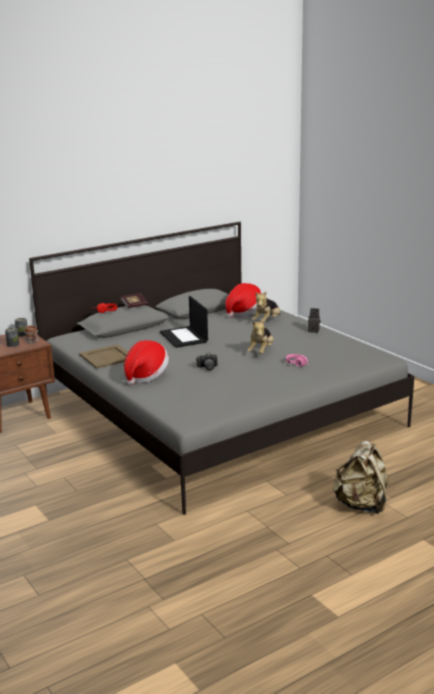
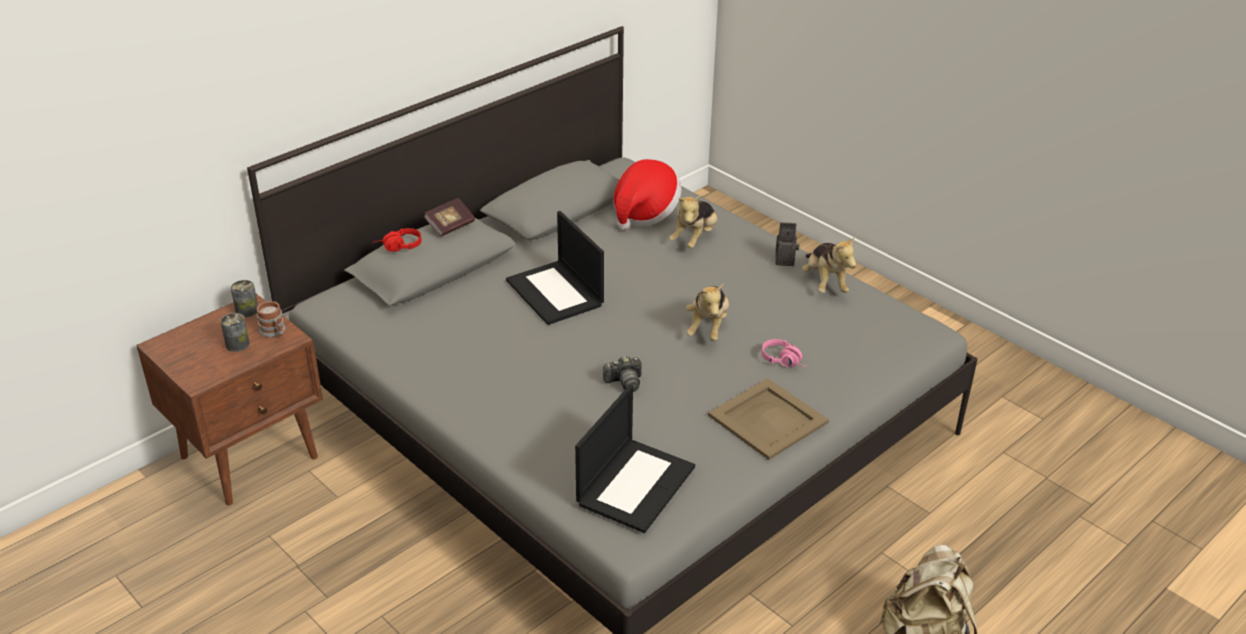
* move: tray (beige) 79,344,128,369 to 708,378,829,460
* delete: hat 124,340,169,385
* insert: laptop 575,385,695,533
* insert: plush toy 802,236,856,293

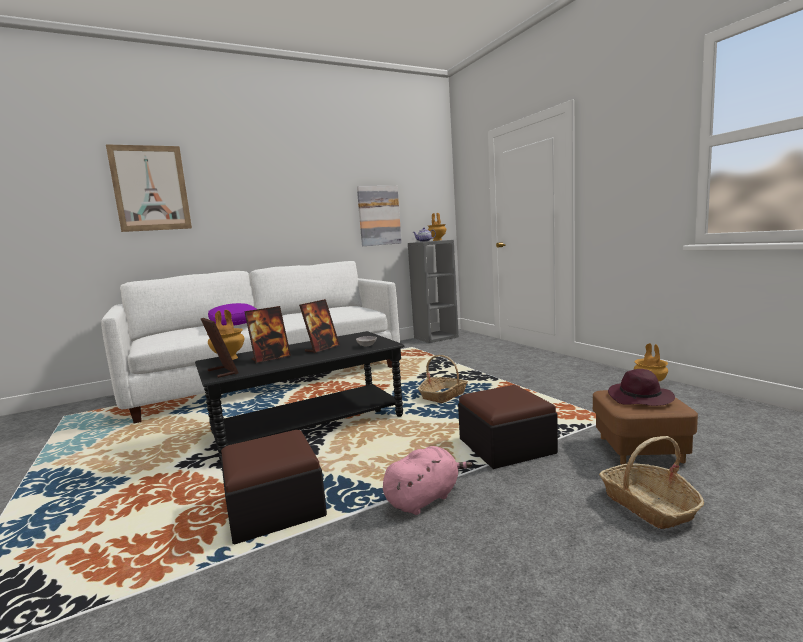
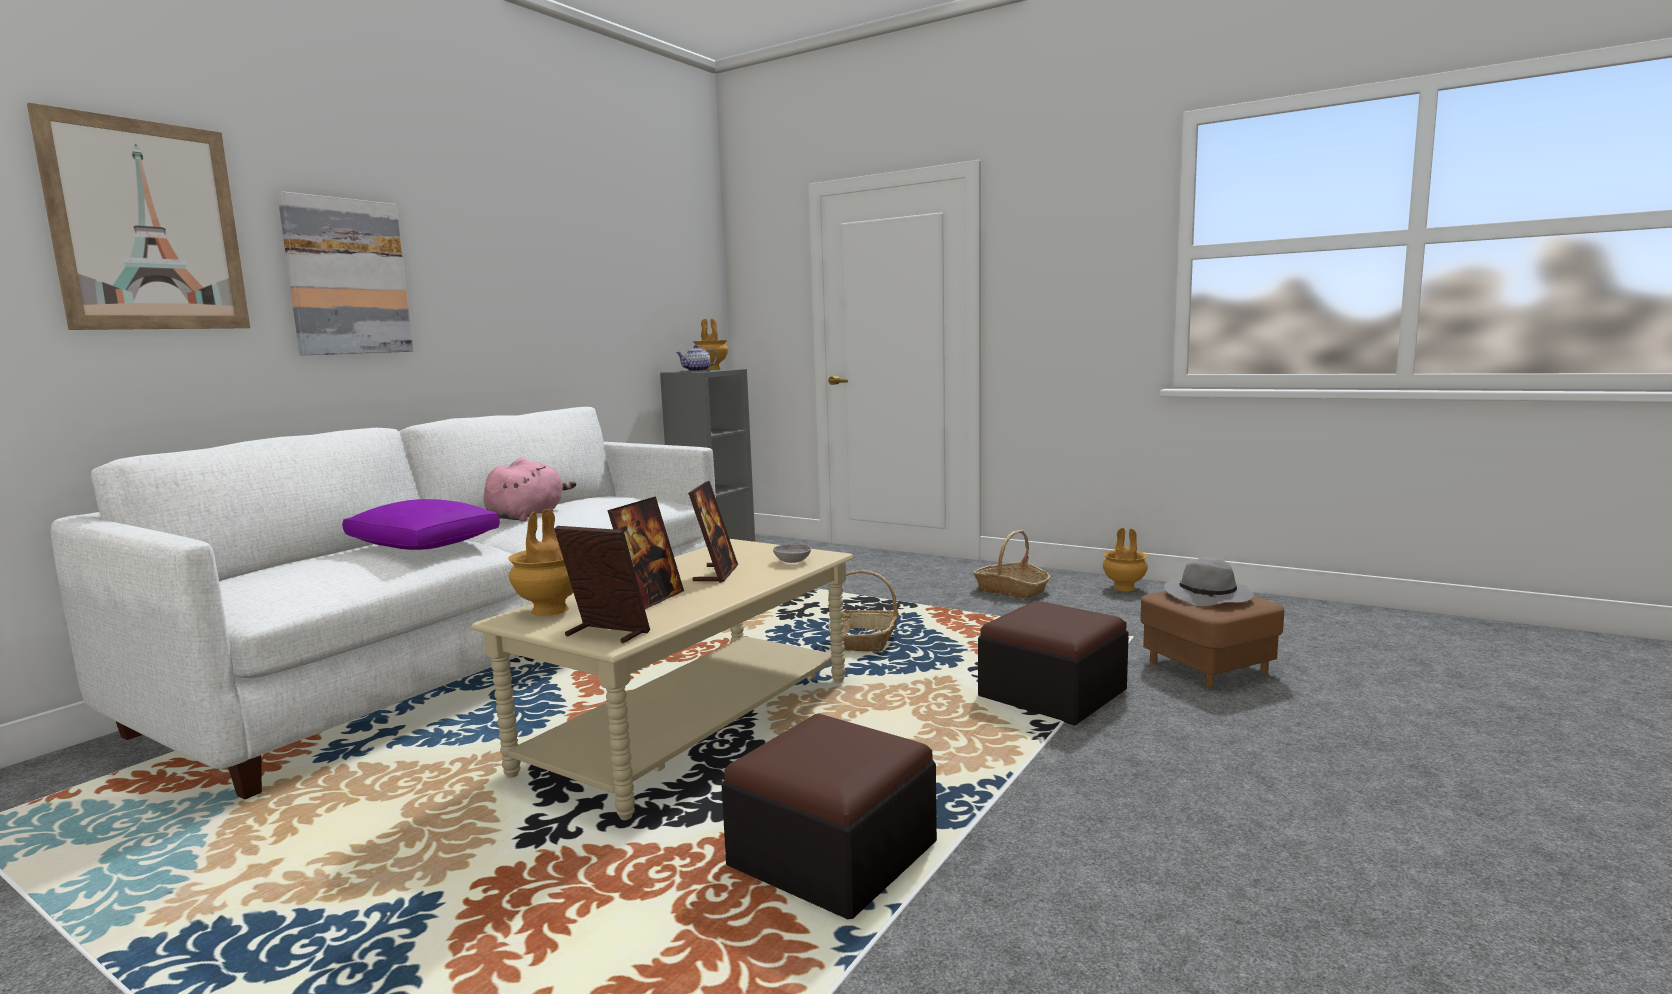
* recolor: coffee table (black) 195,331,404,462 to coffee table (beige) 471,539,853,820
* move: picture 357,186,402,246 to 277,191,413,356
* move: plush toy (pink) 383,446,472,515 to 483,458,576,522
* move: basket 599,436,704,529 to 973,530,1051,599
* recolor: hat (purple) 608,369,675,406 to hat (grey) 1164,557,1254,607

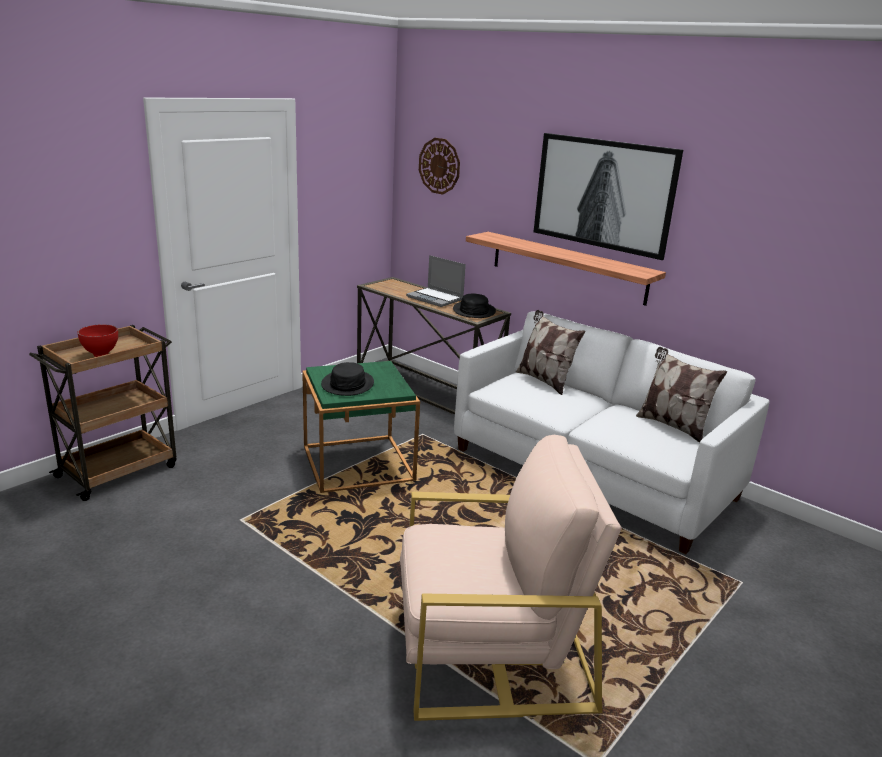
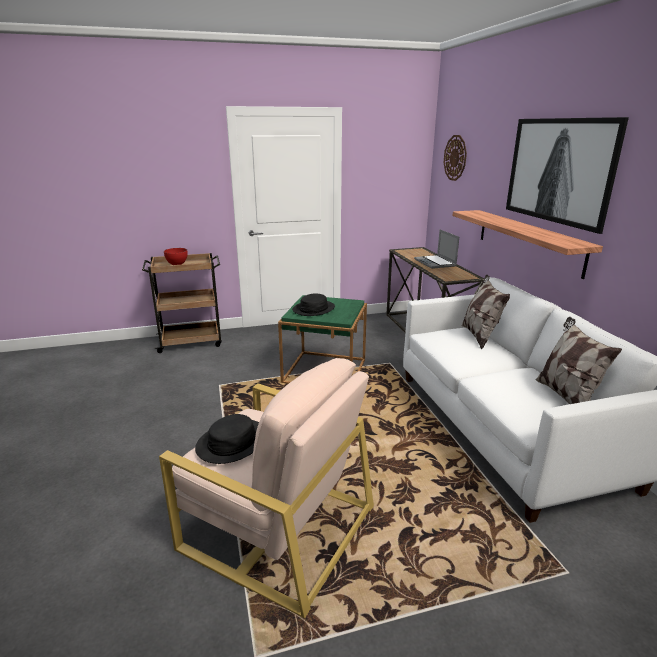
* move: hat (black) 453,294,496,318 to 195,414,259,464

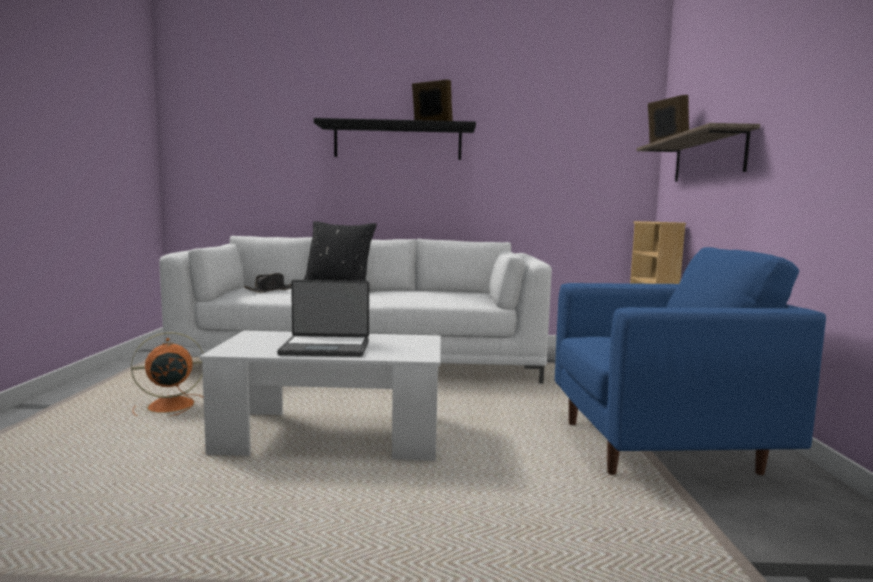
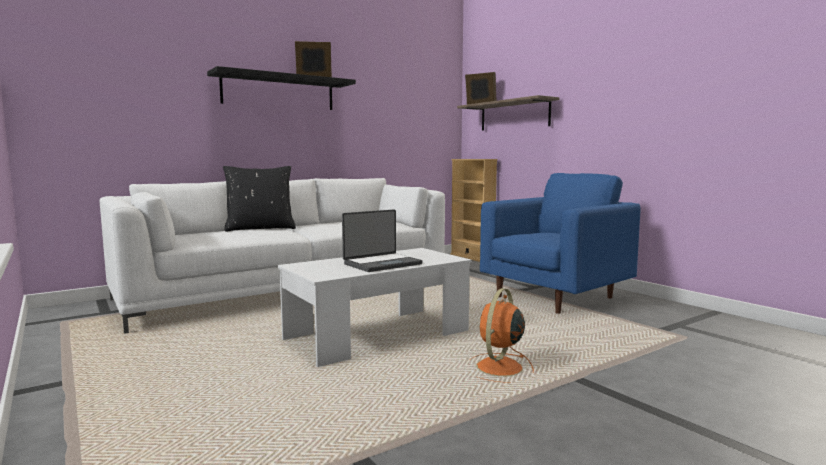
* move: fan (orange) 131,332,204,416 to 470,288,534,383
* delete: hat (black) 244,273,291,293

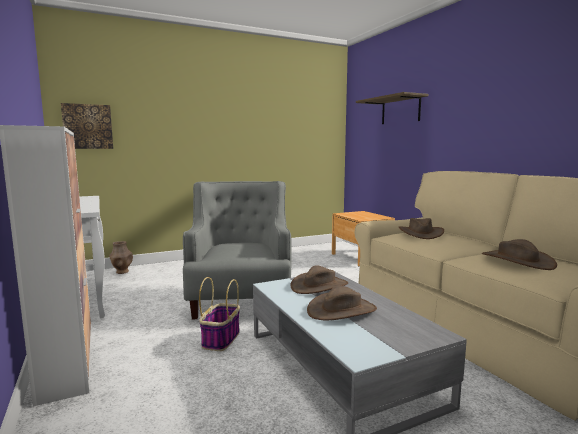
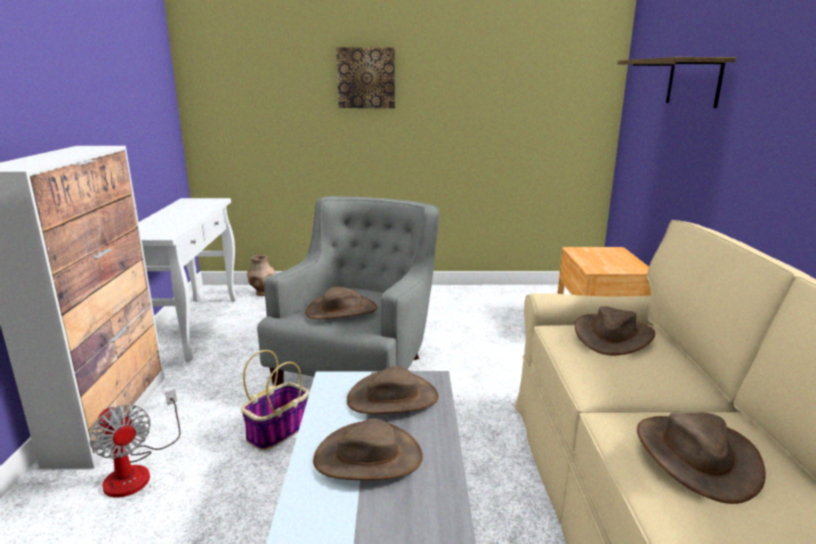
* move: picture 61,103,113,149 to 336,47,395,108
* insert: fan 89,389,181,498
* insert: hat (brown) 305,287,378,319

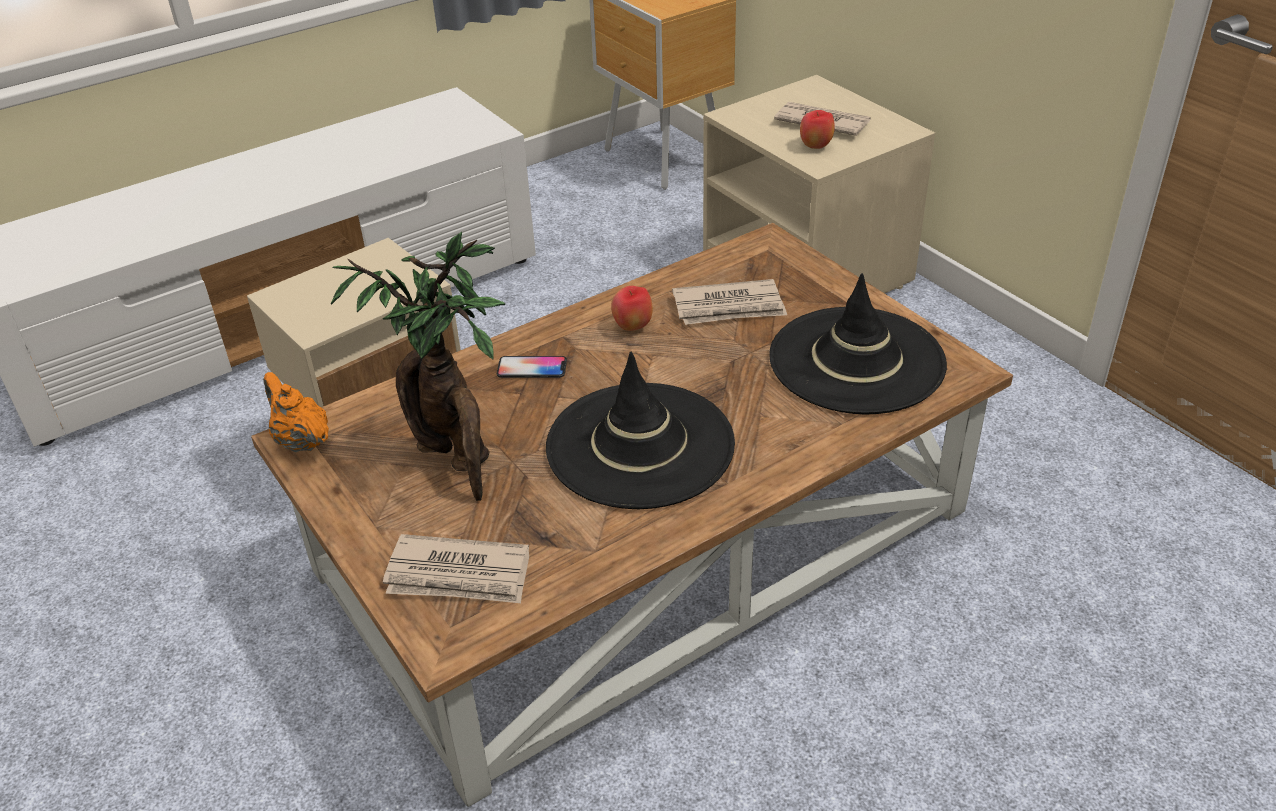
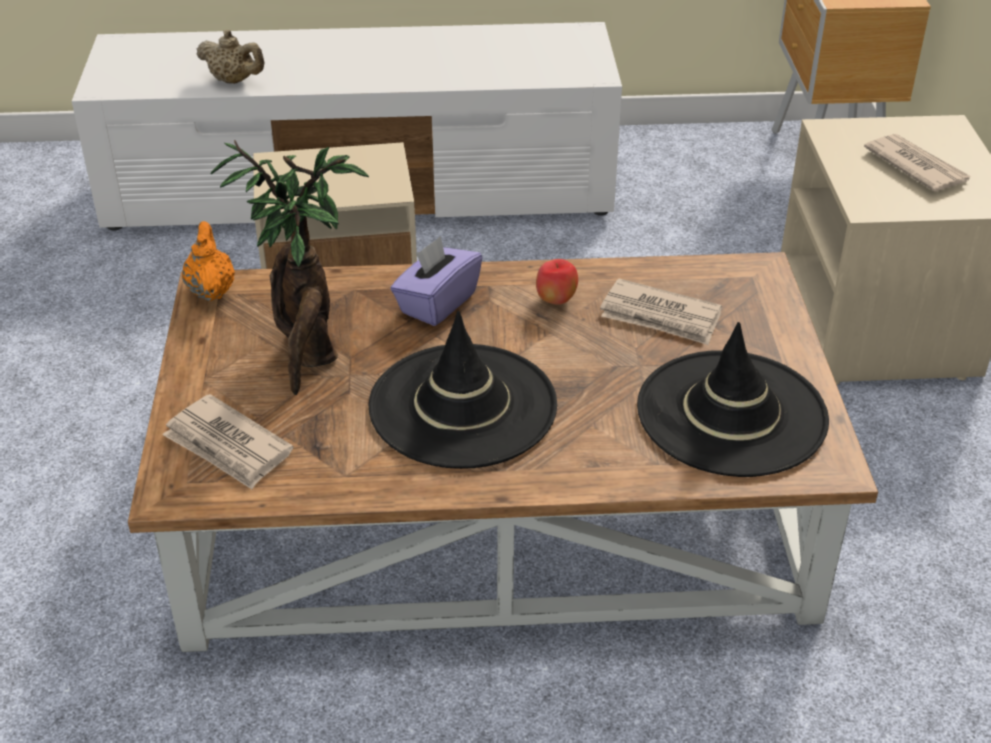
* replace: phone 497,356,567,378 to tissue box (purple) 390,236,482,326
* delete: apple 800,110,835,149
* insert: teapot (beige) 196,30,264,84

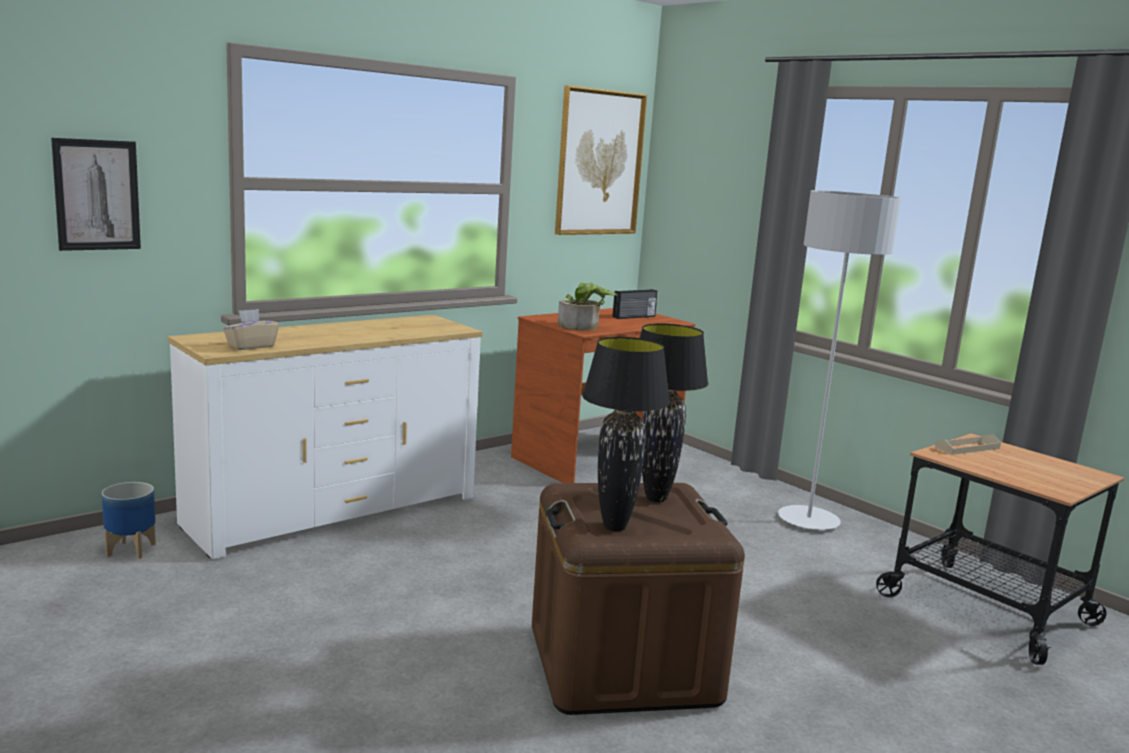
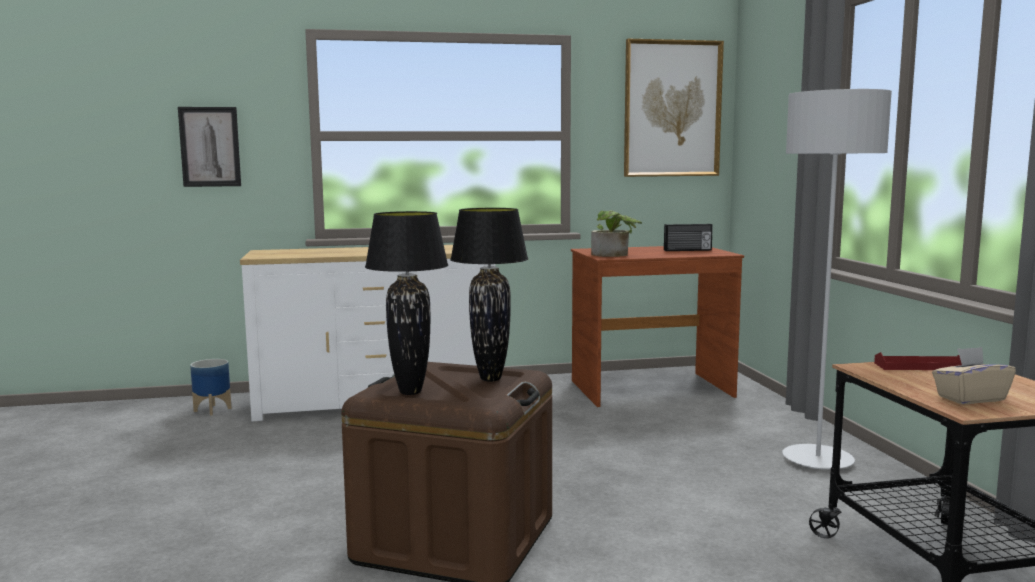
* move: tissue box (beige) 223,309,279,350 to 932,347,1016,404
* recolor: tray (beige) 935,434,1001,455 to tray (red) 874,352,962,370

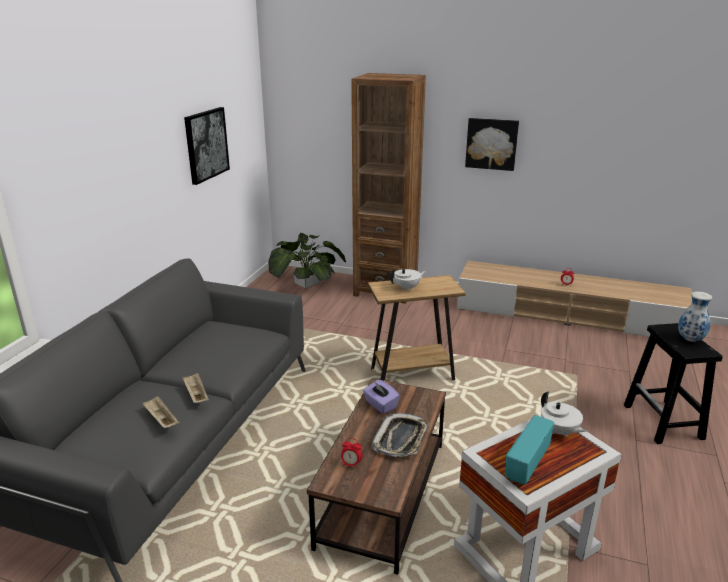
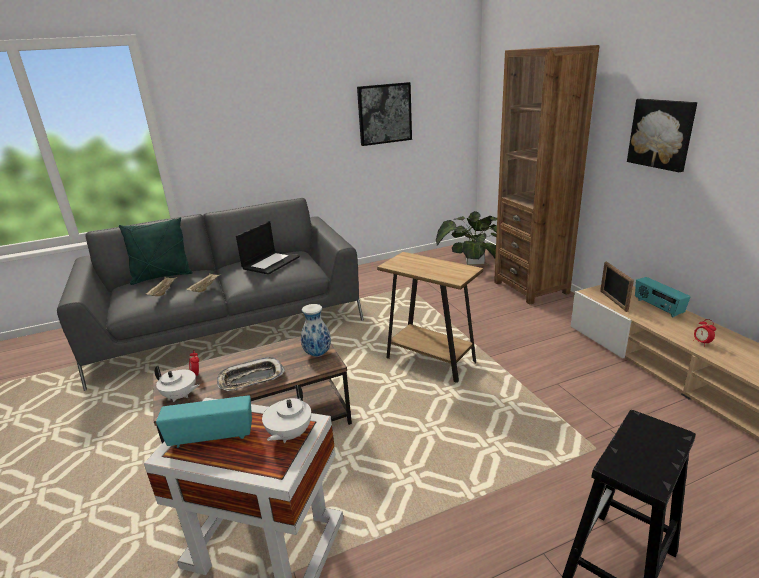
* delete: tissue box (purple) 363,380,400,414
* move: teapot (white) 390,268,426,291 to 155,365,199,402
* move: vase 678,291,712,342 to 301,304,331,357
* insert: pillow (green) 119,217,193,285
* insert: laptop 236,221,300,275
* insert: picture frame 600,262,634,312
* insert: radio 635,277,690,317

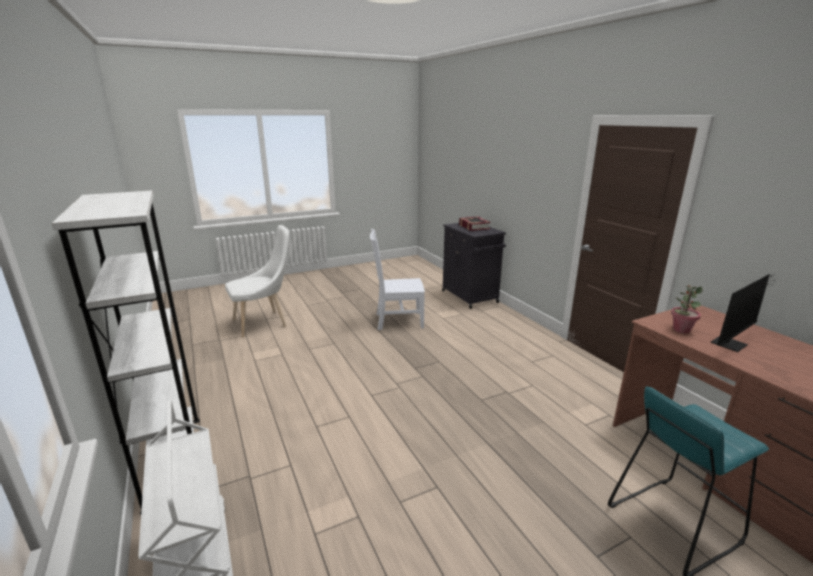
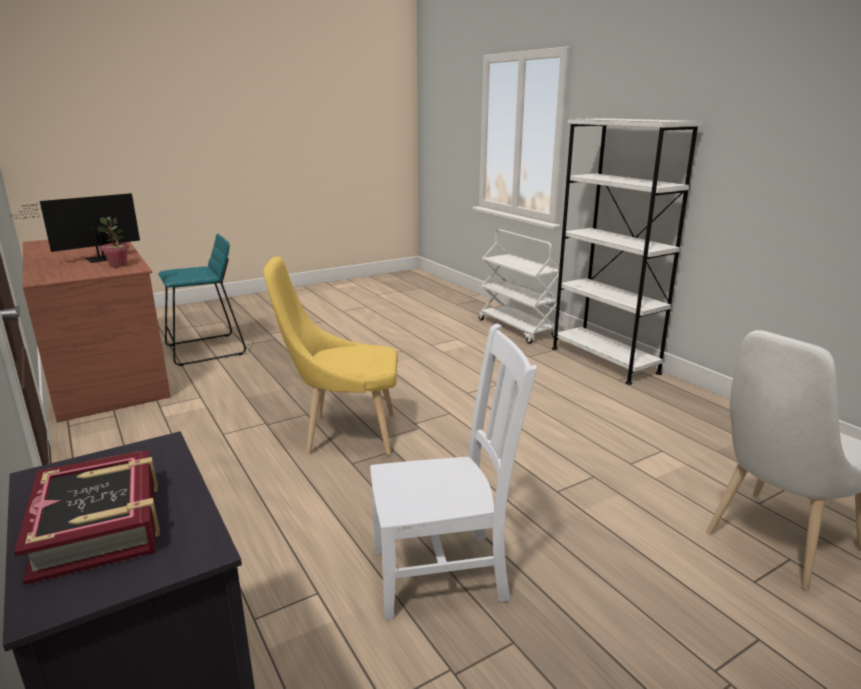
* insert: chair (yellow) 264,256,398,456

